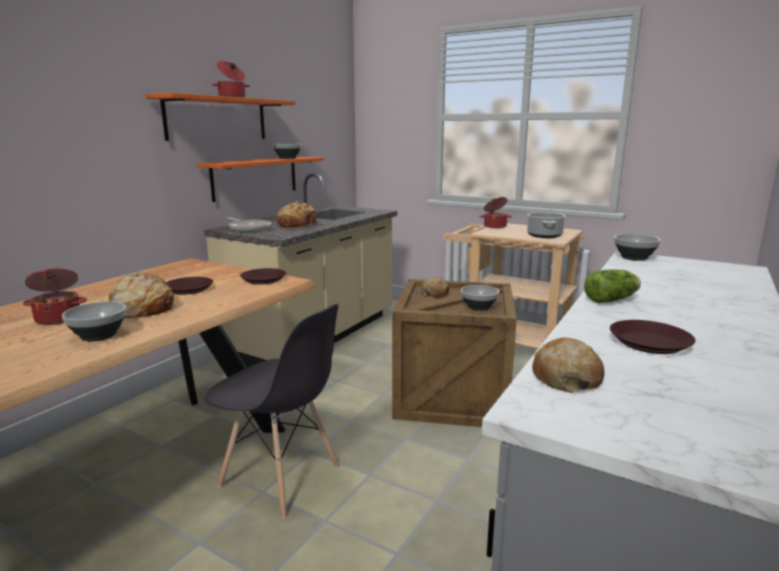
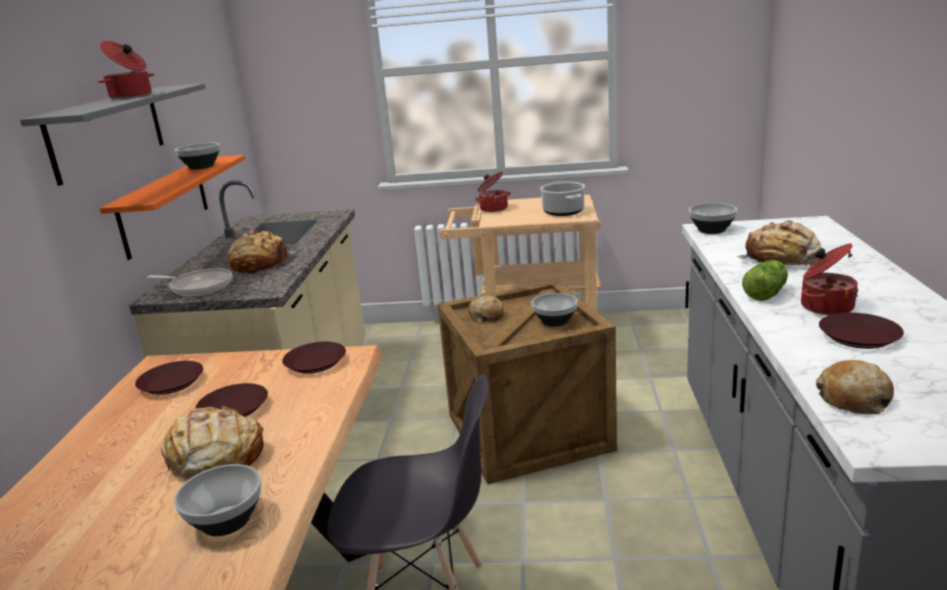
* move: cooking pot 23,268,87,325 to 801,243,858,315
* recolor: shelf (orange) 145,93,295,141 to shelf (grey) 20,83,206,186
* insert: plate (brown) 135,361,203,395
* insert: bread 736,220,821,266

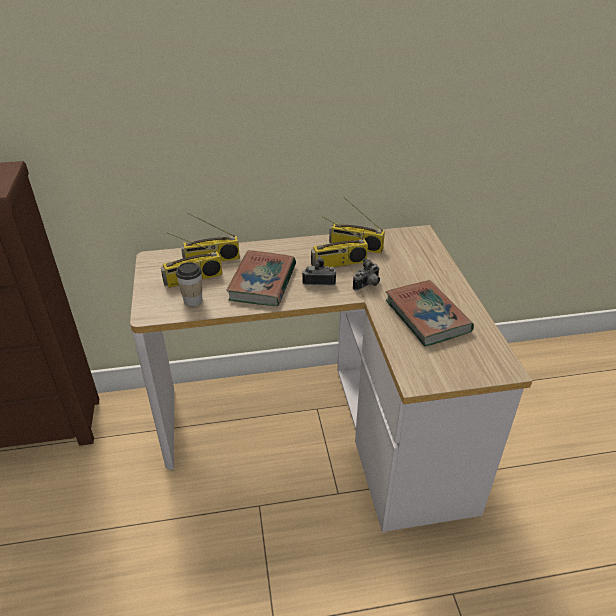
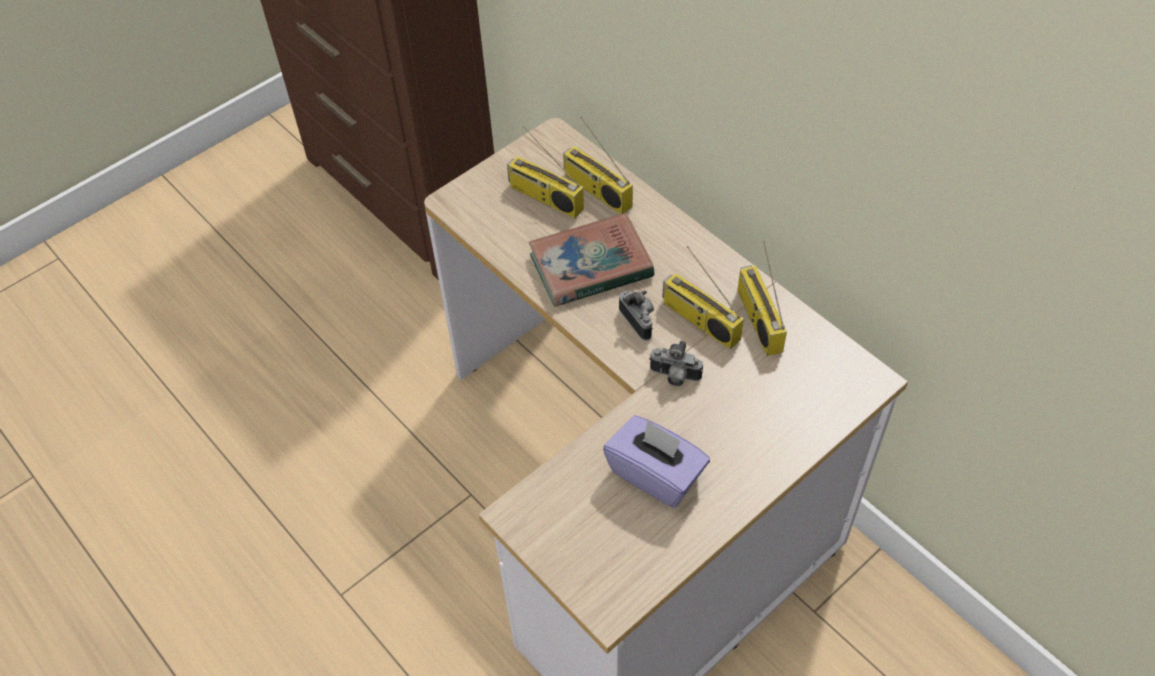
* delete: cup 176,262,202,306
* replace: book 386,280,474,347 to tissue box (purple) 603,415,710,508

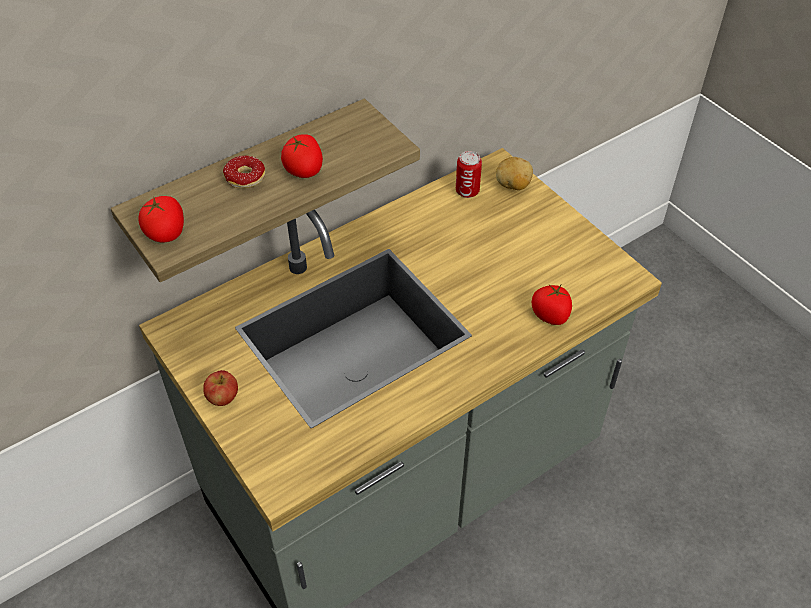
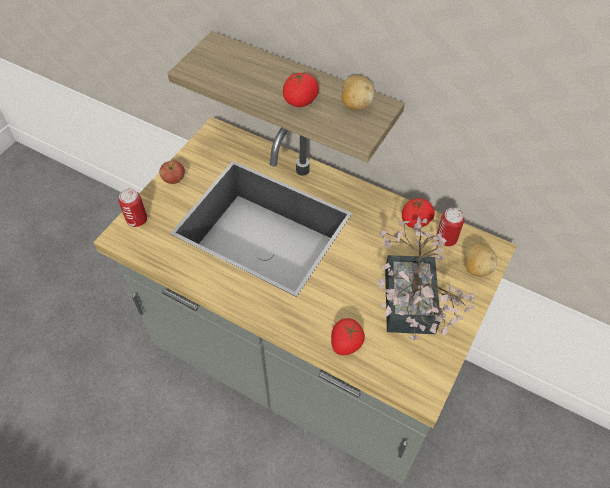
* move: tomato 139,196,184,243 to 402,198,435,228
* delete: donut 223,156,265,188
* insert: can 118,189,147,227
* insert: potato 341,75,375,110
* insert: potted plant 377,217,475,341

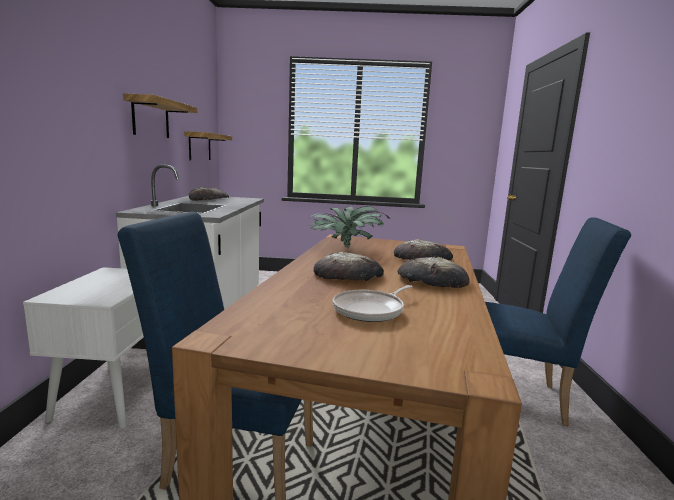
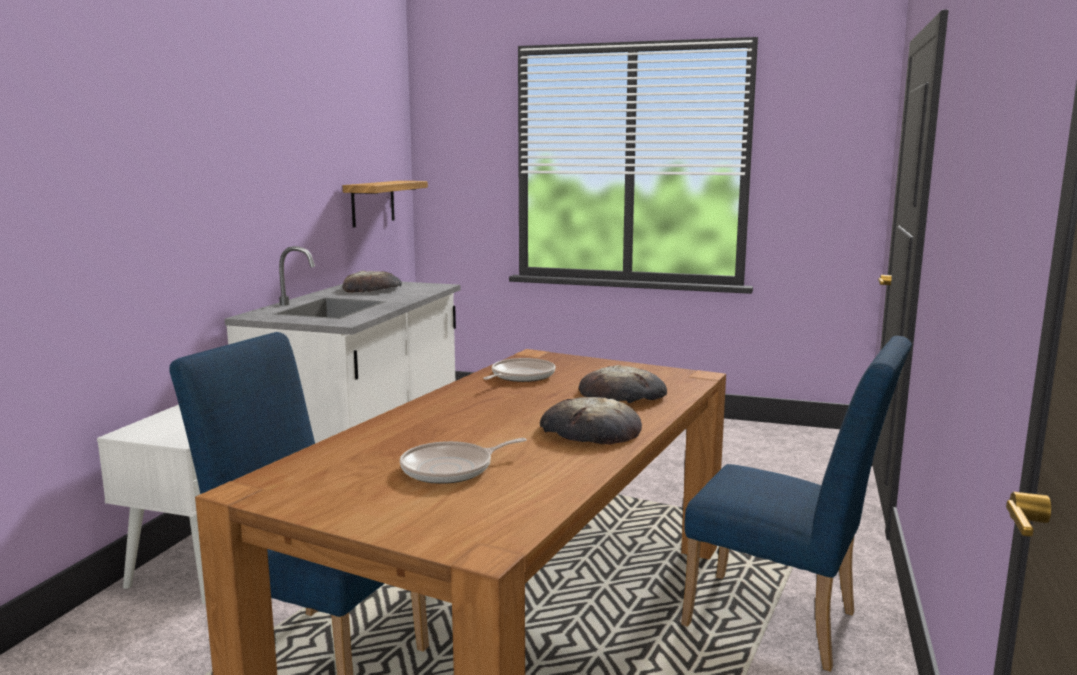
* delete: shelf 123,93,197,138
* replace: potted plant 307,206,390,248 to frying pan 483,358,556,382
* delete: bread 314,252,384,281

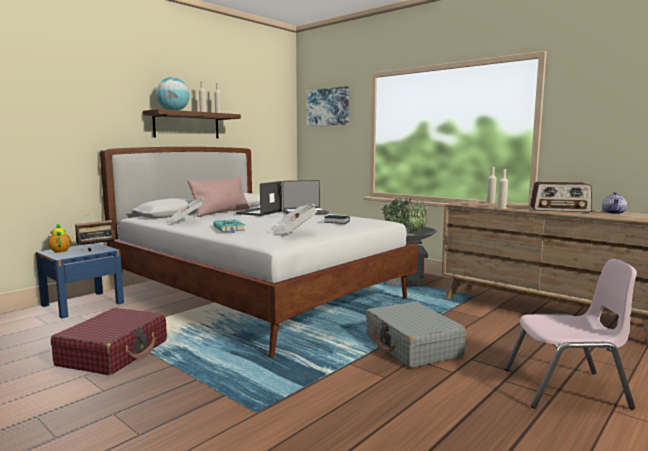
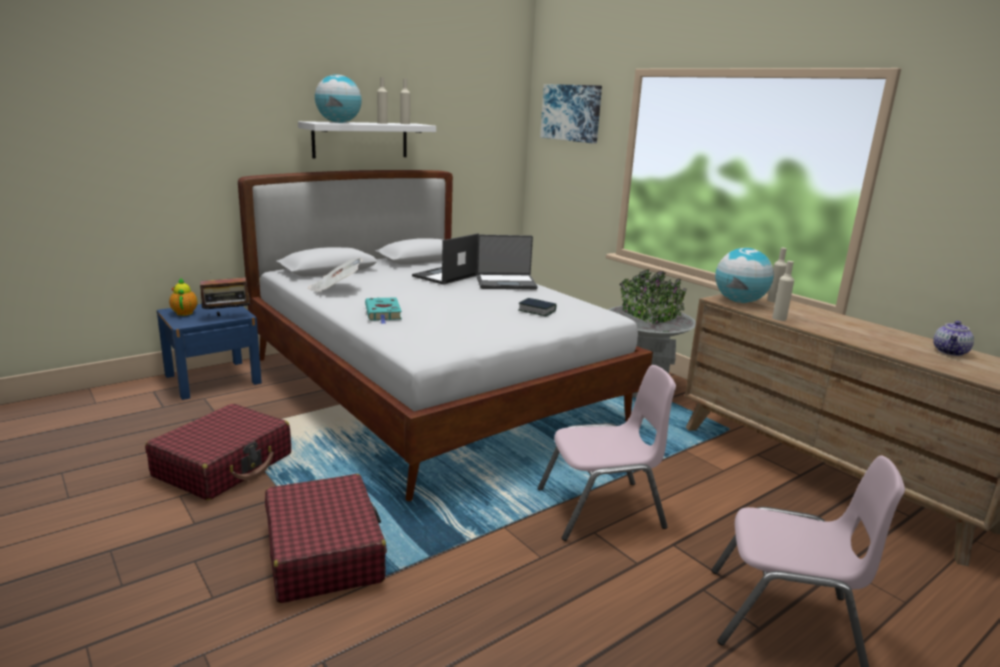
* recolor: shelf (brown) 143,109,241,139 to shelf (white) 298,121,436,159
* delete: pillow (pink) 187,176,250,217
* delete: newspaper 270,204,317,234
* replace: suitcase (grey) 366,301,466,368 to chair (pink) 538,365,676,541
* delete: radio 530,182,592,212
* insert: suitcase (red) 265,474,387,603
* insert: globe 715,248,774,303

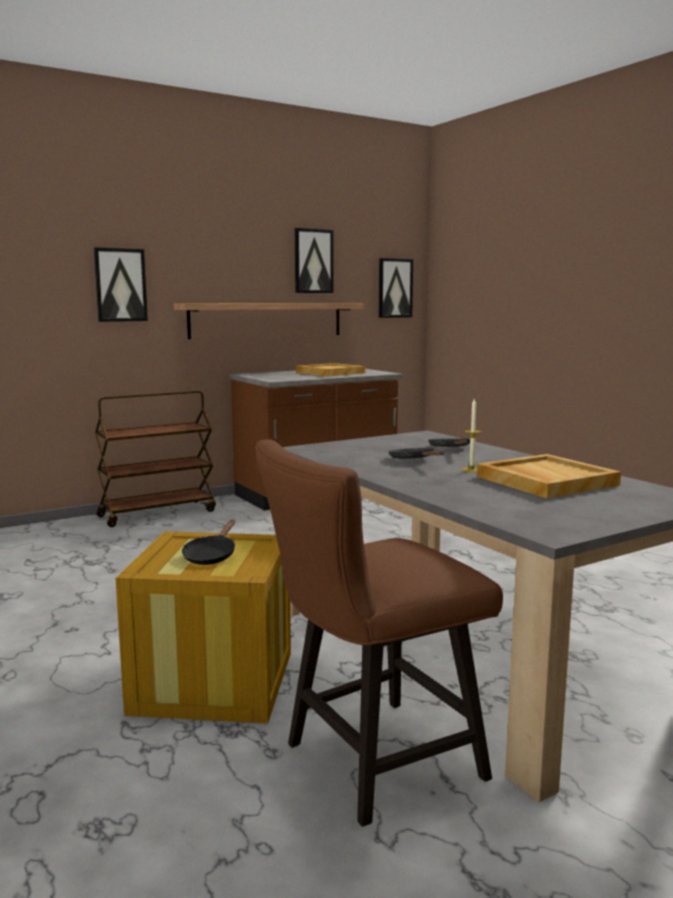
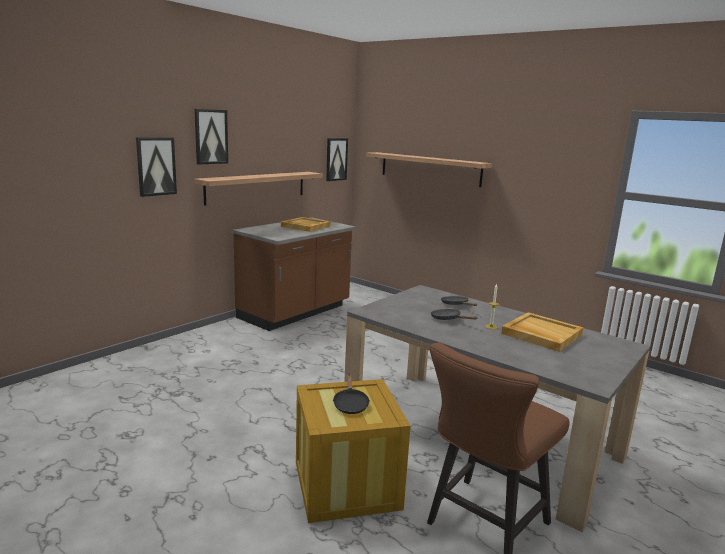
* delete: cart (brown) 95,391,216,527
* move: picture 295,228,334,293 to 194,109,228,165
* insert: shelf 366,152,492,187

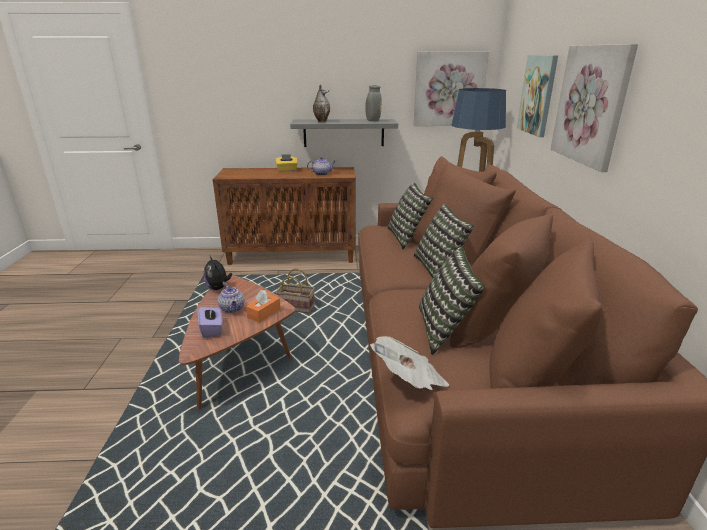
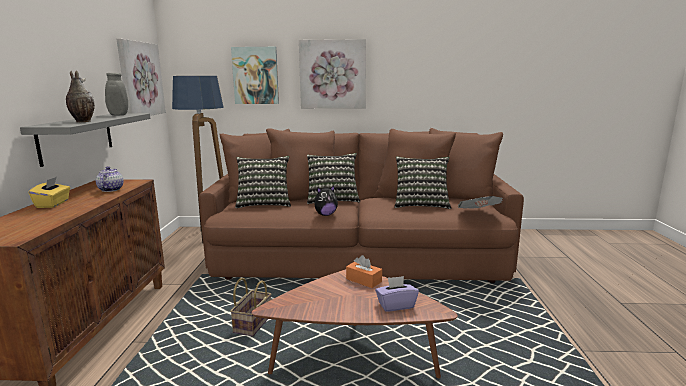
* move: plush toy 204,256,232,290 to 314,186,338,216
* delete: teapot 218,285,244,313

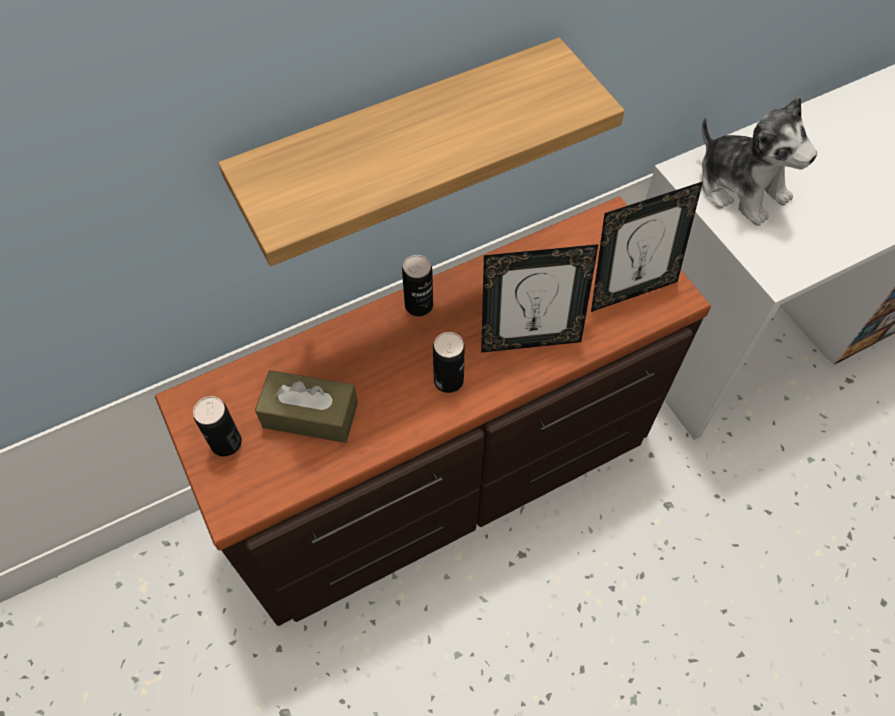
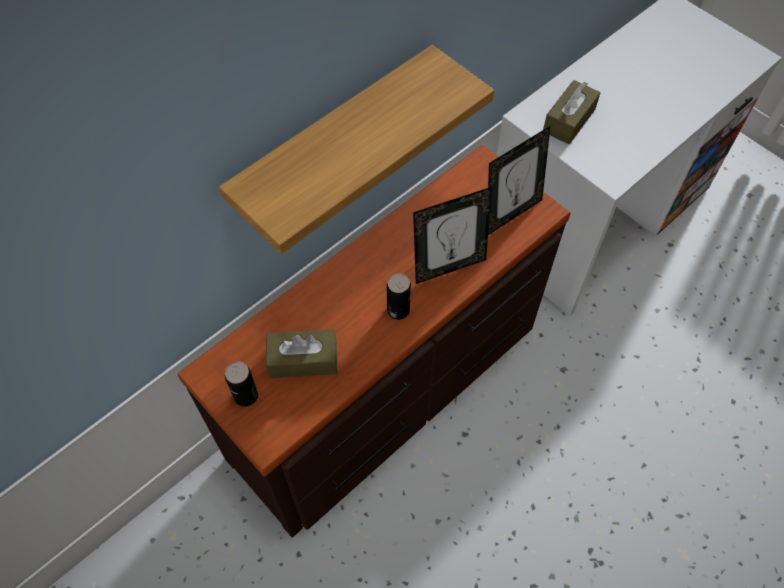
* delete: can 402,255,433,316
* replace: plush toy 702,97,817,226 to tissue box (brown) 543,80,601,144

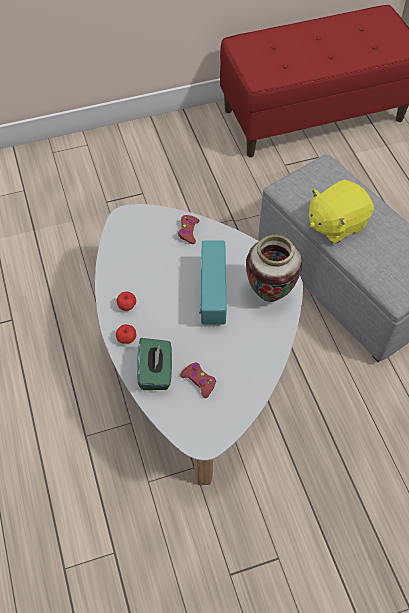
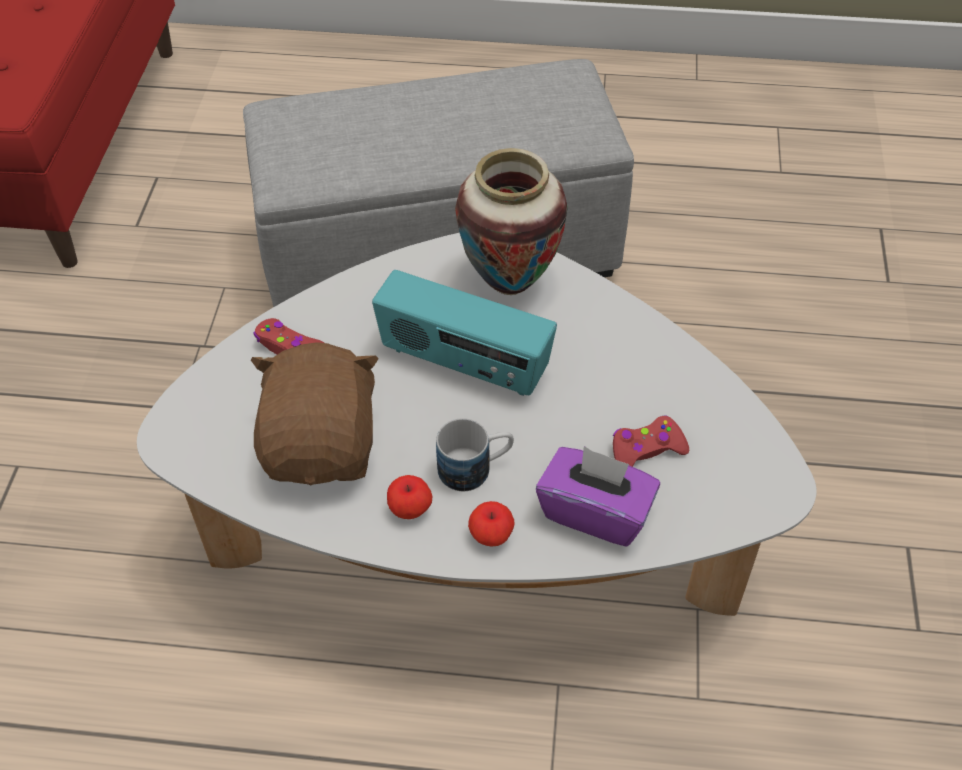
* recolor: tissue box (green) 137,338,172,390 to tissue box (purple) 536,446,660,546
* delete: plush toy (yellow) 309,180,374,244
* insert: plush toy (brown) 251,342,379,486
* insert: mug 436,418,514,492

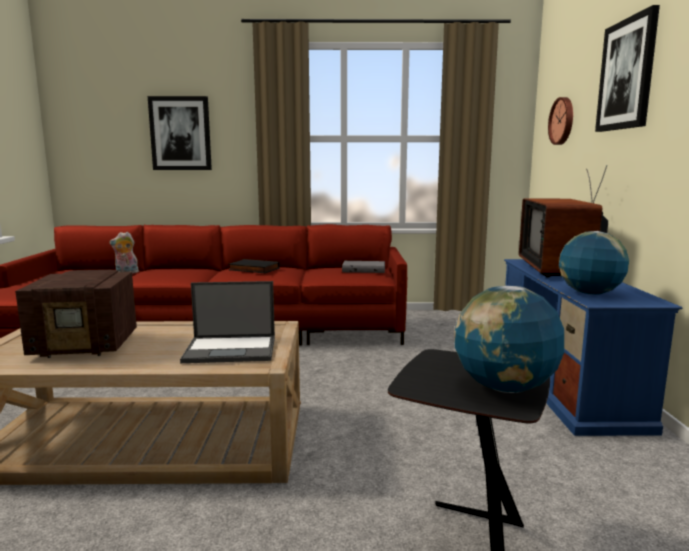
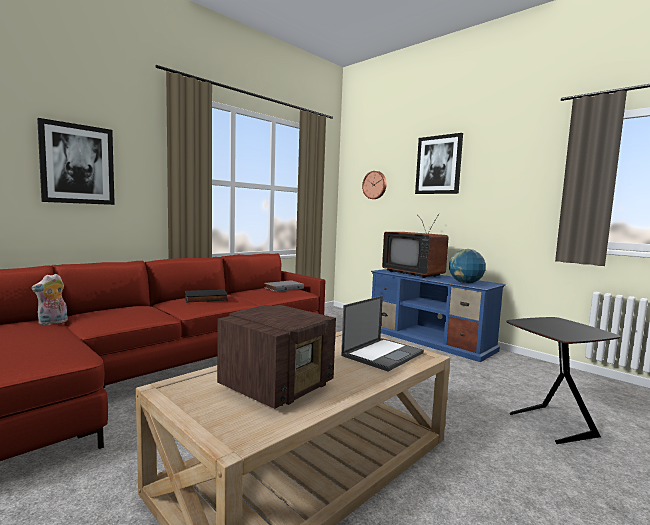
* delete: globe 454,286,564,393

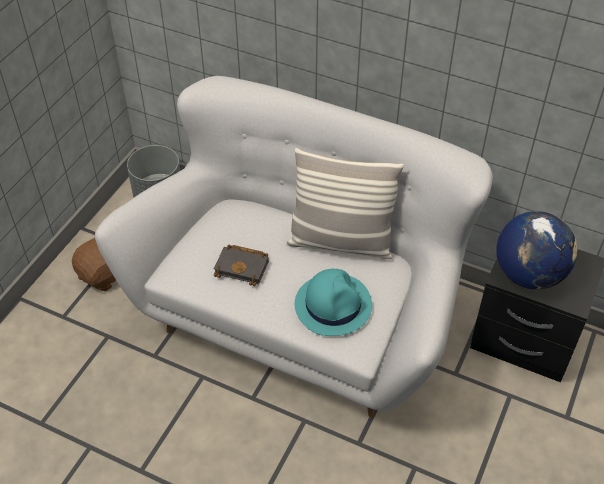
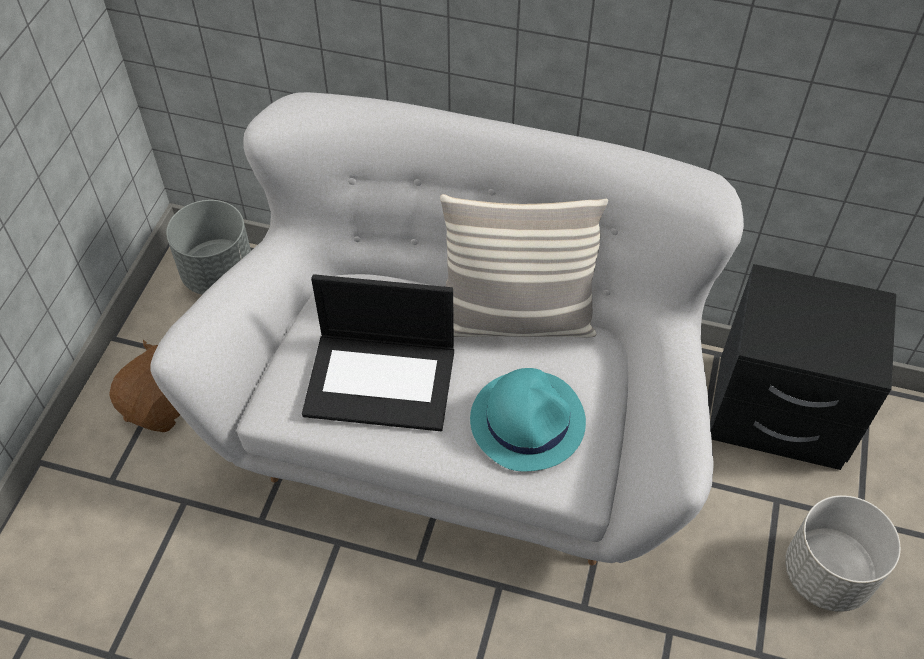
* replace: book (black) 214,245,269,286 to laptop 302,274,454,431
* delete: globe 496,211,577,289
* insert: planter (grey) 785,495,901,612

